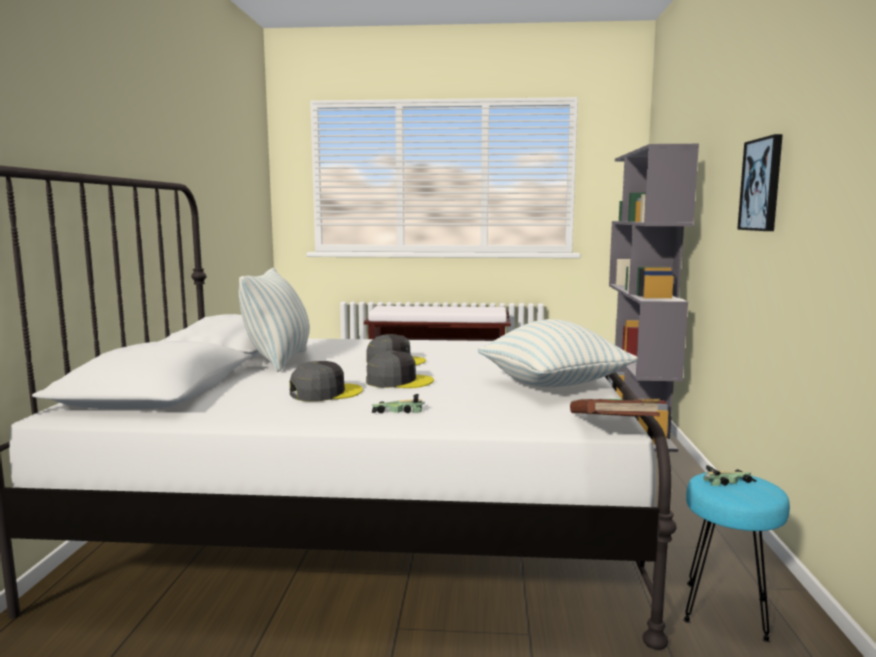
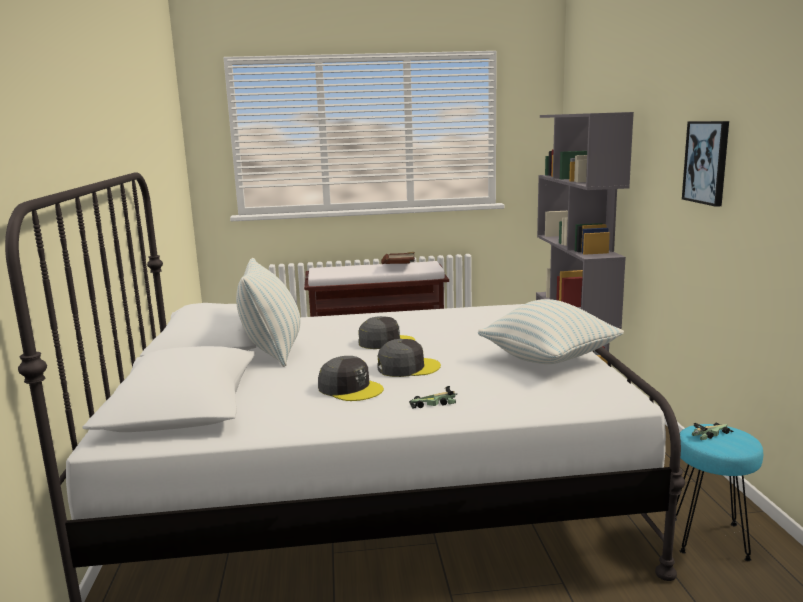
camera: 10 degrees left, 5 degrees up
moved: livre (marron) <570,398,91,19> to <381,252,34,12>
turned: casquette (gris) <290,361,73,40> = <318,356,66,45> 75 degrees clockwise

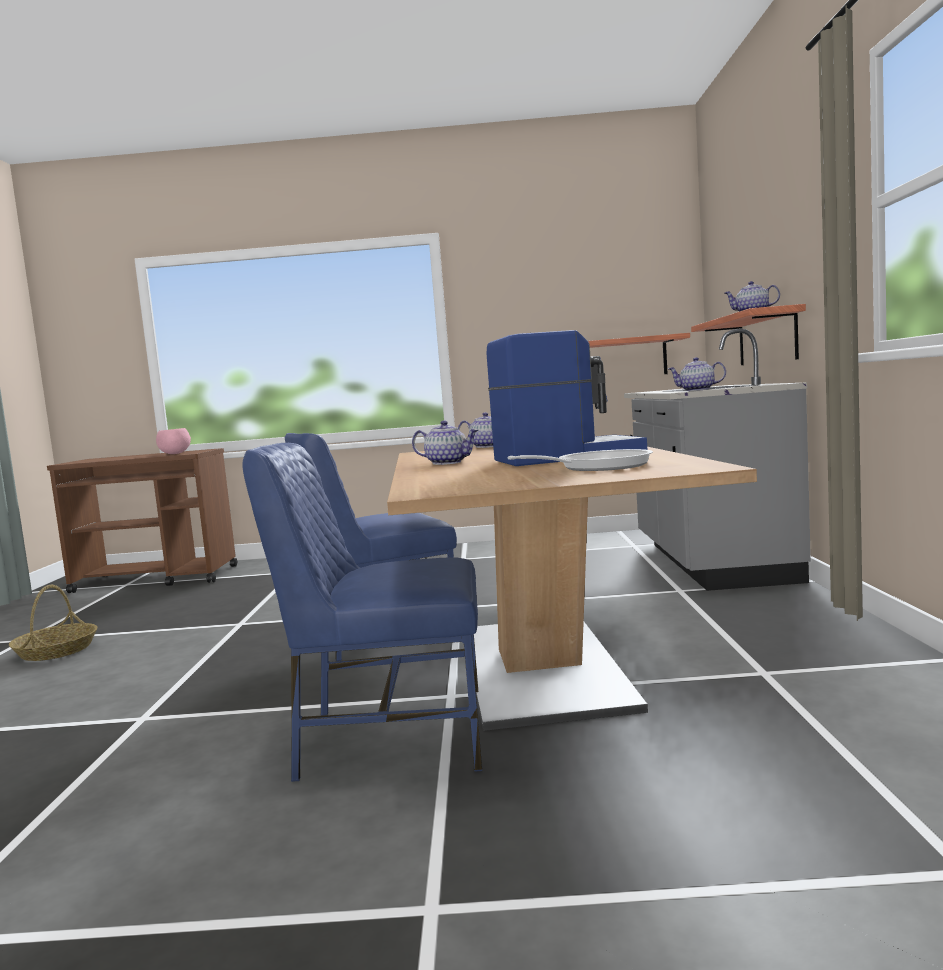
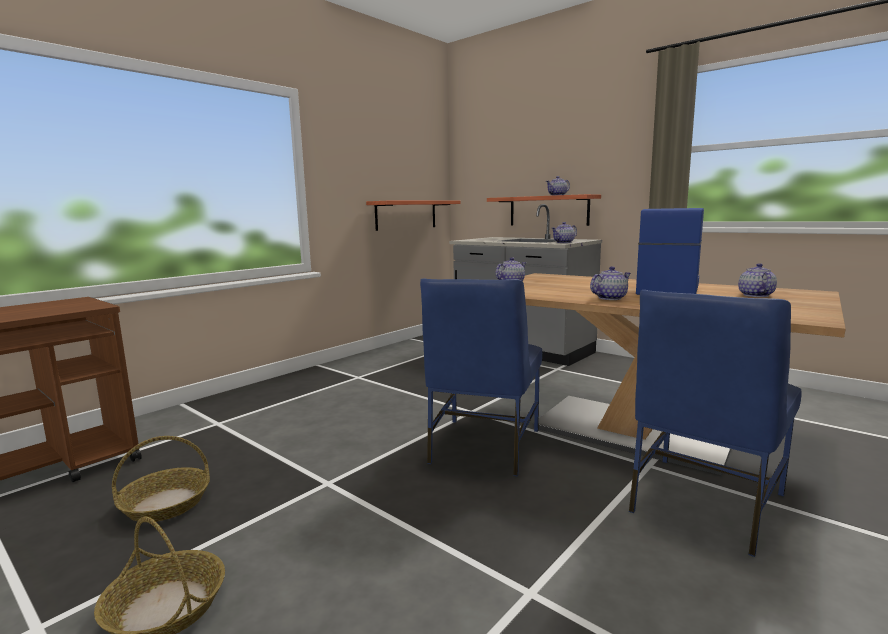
camera: 50 degrees left, 5 degrees up
removed: bol (rose) <156,428,35,26>
added: panier <112,436,98,86>
replaced: poêle <507,449,146,22> to théière <738,263,39,34>

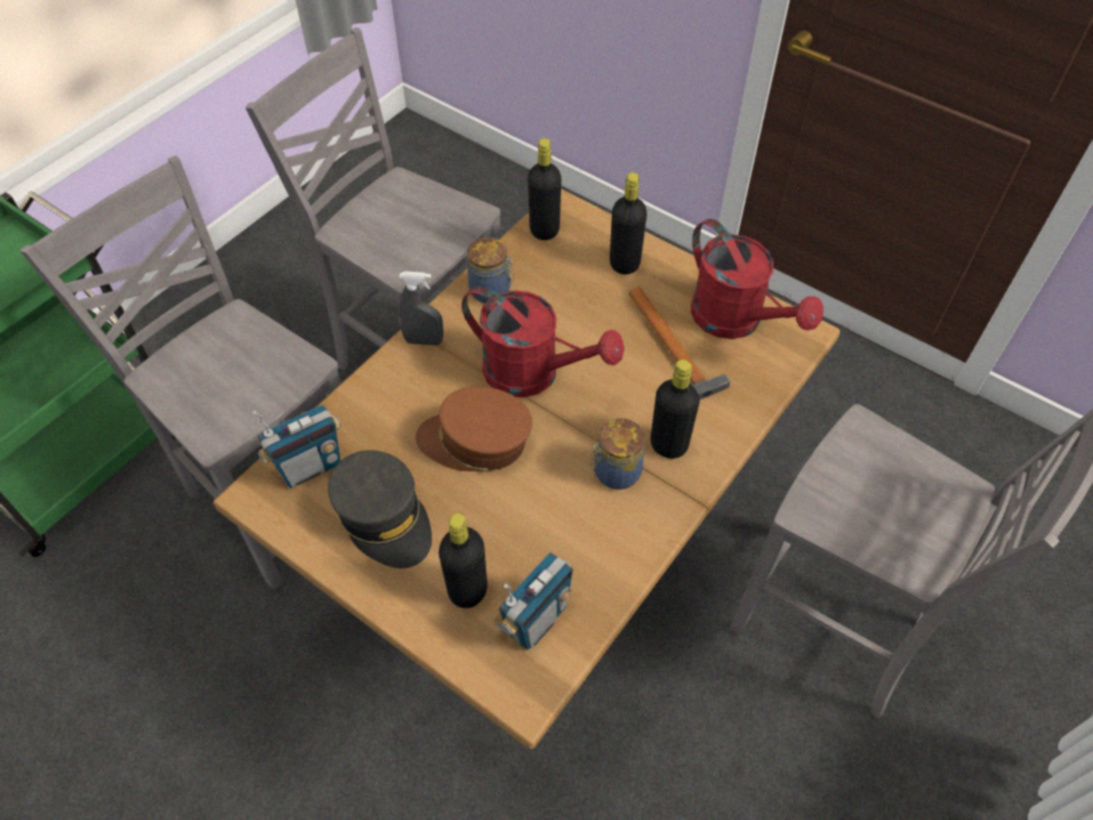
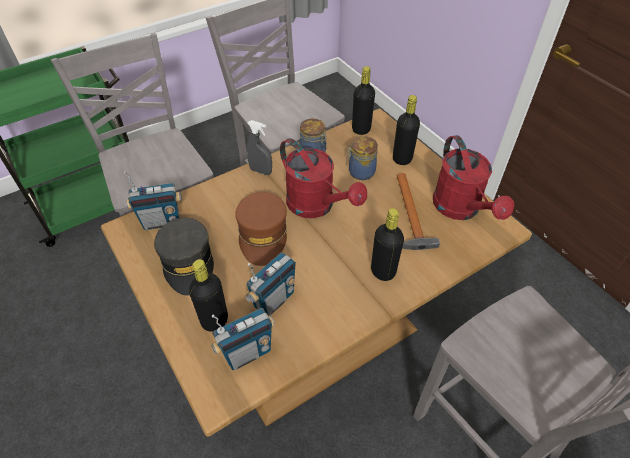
camera: 20 degrees right, 5 degrees down
added: radio <244,252,52,64>
moved: bocal <591,418,54,72> to <346,136,32,44>
turned: casquette (marron) <415,387,117,84> = <235,192,52,74> 120 degrees counterclockwise

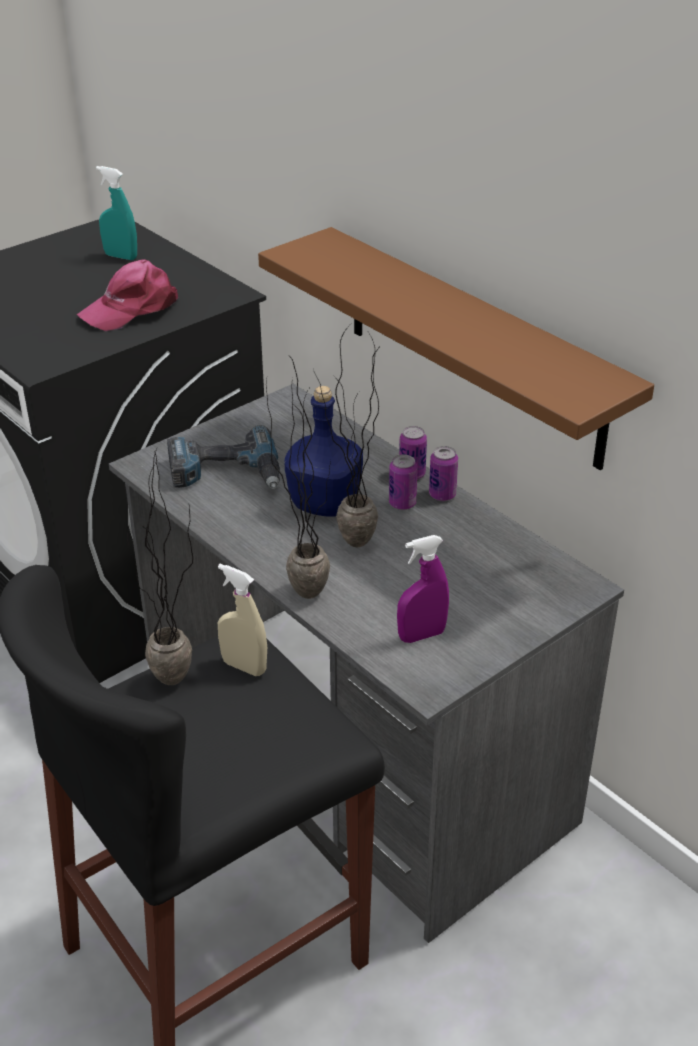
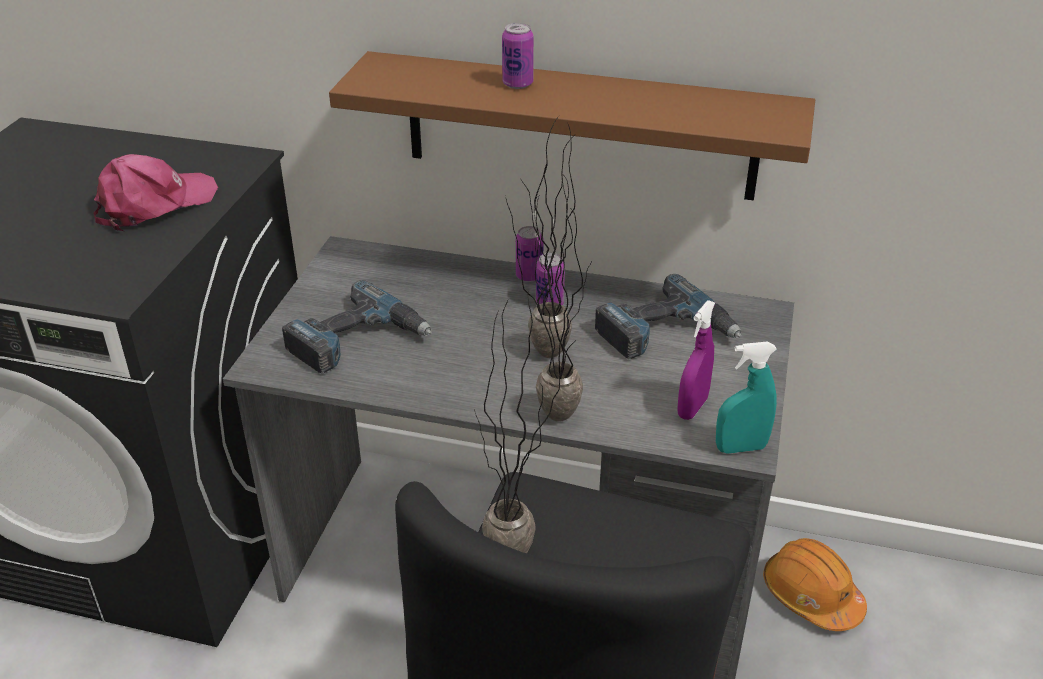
camera: 35 degrees left, 0 degrees up
removed: vaporisateur (beige) <218,564,49,112>; bouteille (bleu) <284,386,79,131>
added: perceuse <595,274,147,85>; casque de chantier (orange) <763,538,104,93>
moved: boîte métallique <429,446,29,55> to <502,23,32,66>; vaporisateur (turquoise) <96,166,41,94> to <716,342,61,112>
turned: casquette (rose) <77,259,101,72> = <94,154,124,77> 150 degrees counterclockwise

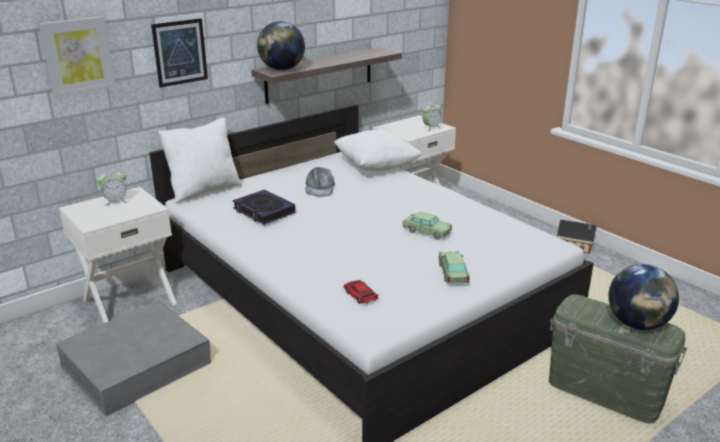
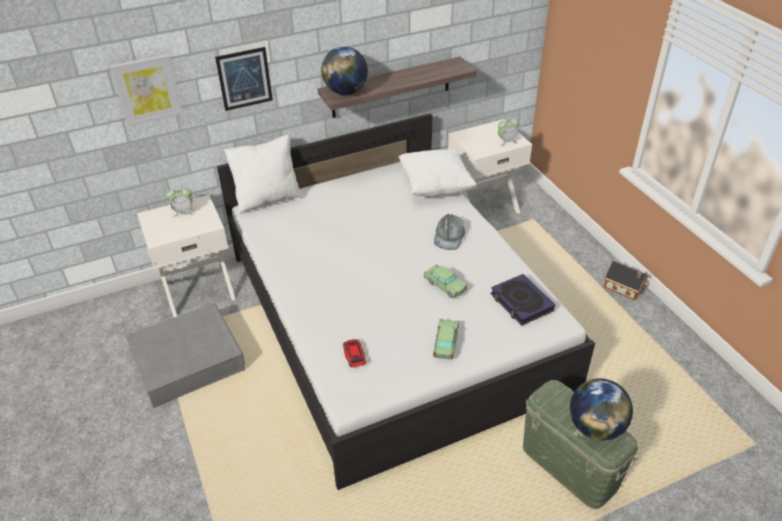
camera: 15 degrees right, 15 degrees up
moved: casquette (gris) <305,167,30,30> to <434,214,31,36>; livre <232,189,64,36> to <490,274,65,52>

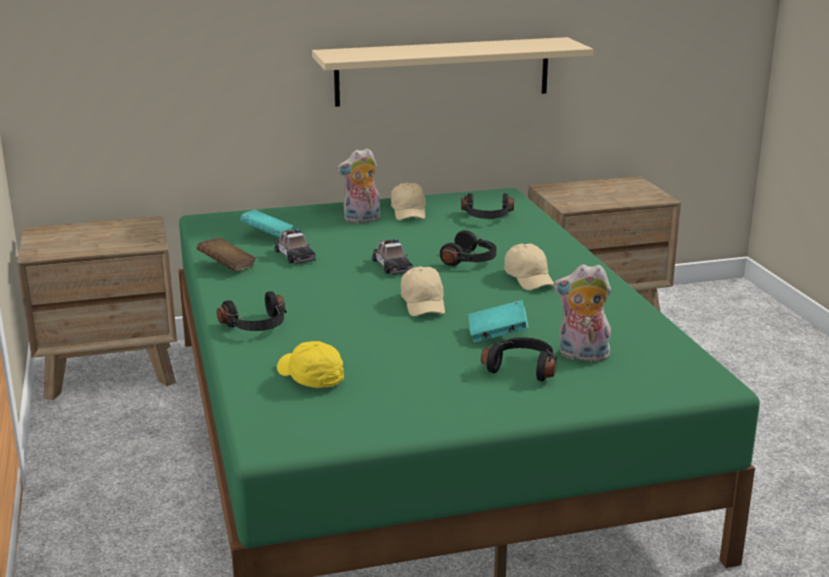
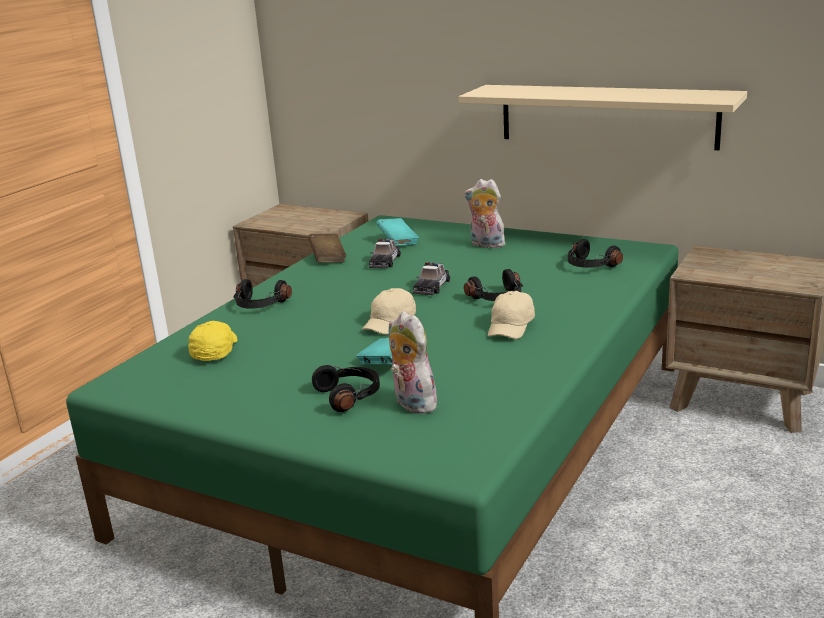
camera: 45 degrees right, 0 degrees up
removed: casquette (beige) <391,182,35,38>

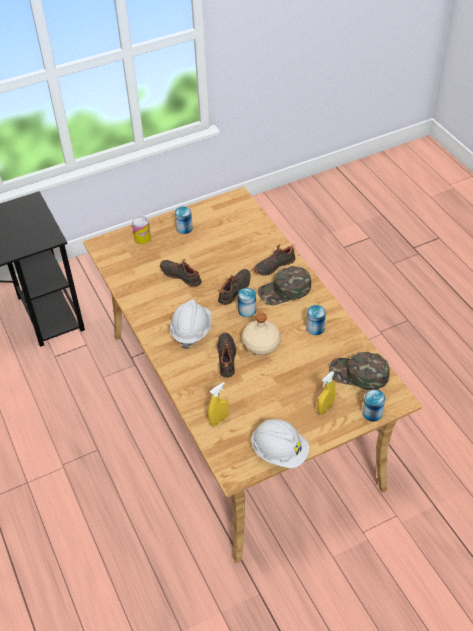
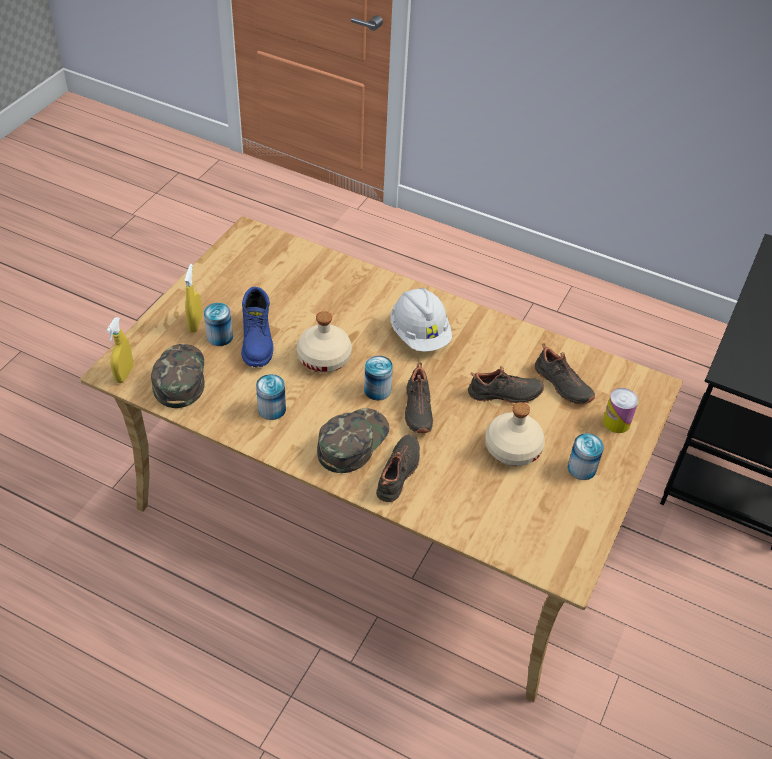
camera: 140 degrees right, 0 degrees up
removed: casque de chantier (blanc) <251,419,59,50>
added: botte (bleu) <241,287,33,80>; bouteille (beige) <485,402,60,64>
moved: vaporisateur (jaune) <208,382,21,44> to <106,317,27,66>; boîte métallique <362,389,23,33> to <204,303,29,43>; chaussure (noir) <218,333,18,45> to <535,343,60,61>
turned: casquette (vert) <329,352,61,38> = <151,344,54,64> 75 degrees counterclockwise

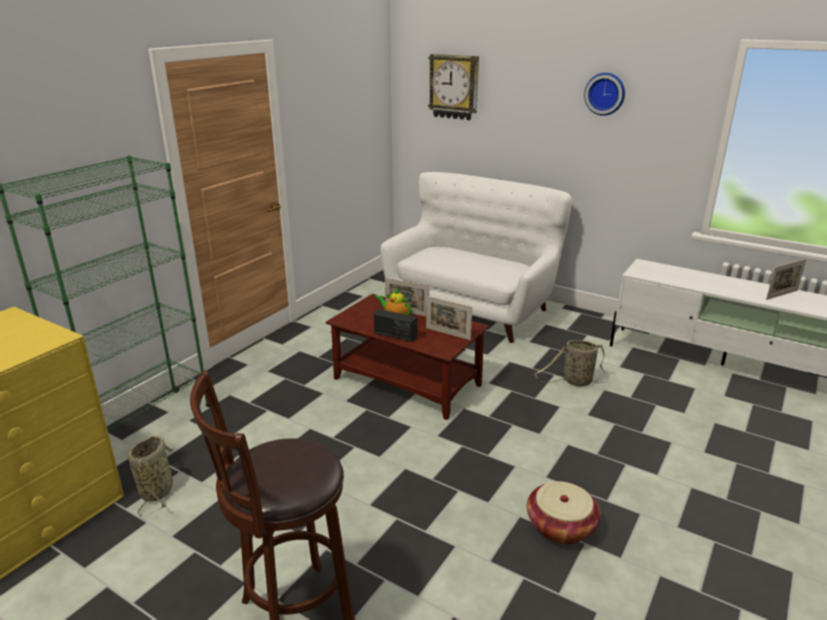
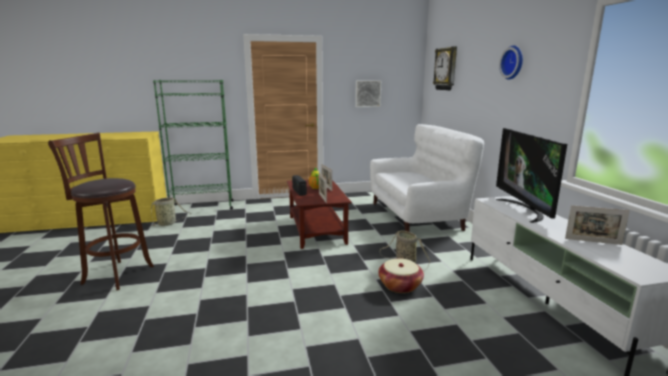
camera: 45 degrees right, 10 degrees down
added: tableau <355,81,26,26>; téléviseur <496,128,71,95>
moved: panier <527,481,74,63> to <378,258,46,35>

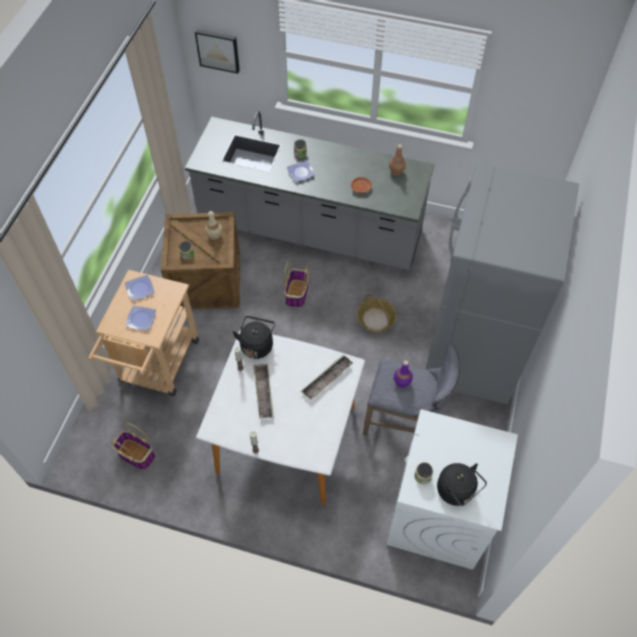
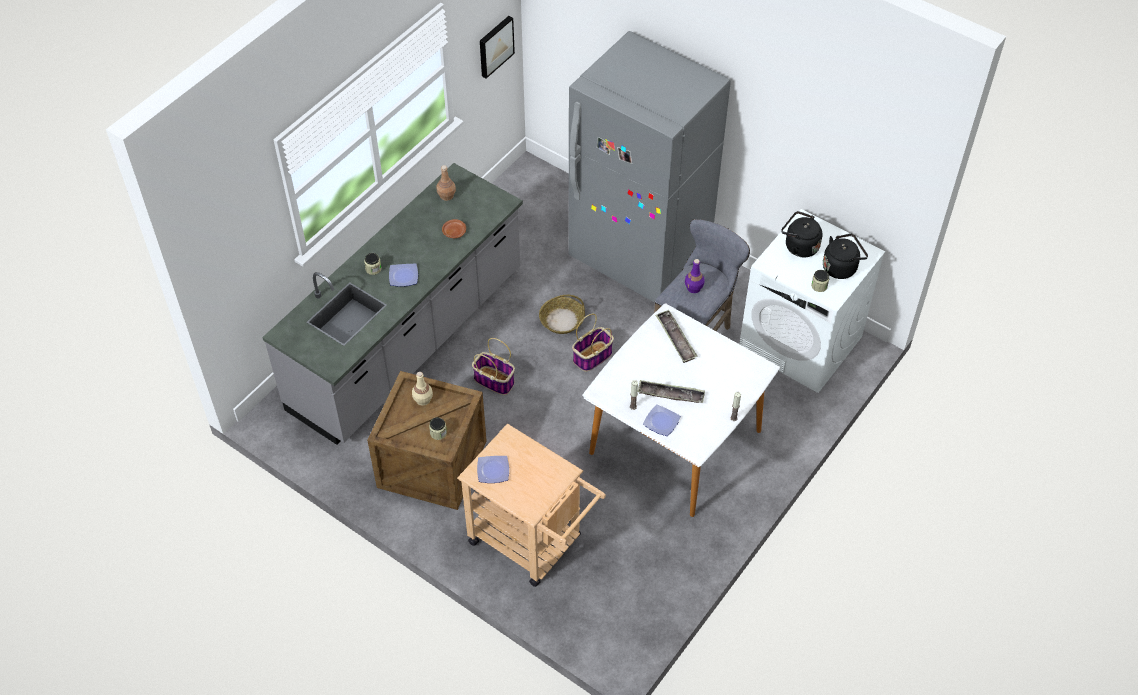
camera: 70 degrees left, 5 degrees down
moved: tableau <195,29,45,45> to <480,16,35,62>; panier <111,423,44,47> to <572,314,42,57>; assiette <125,306,31,24> to <643,404,38,32>; bouilloire (noir) <232,316,43,43> to <781,211,42,47>

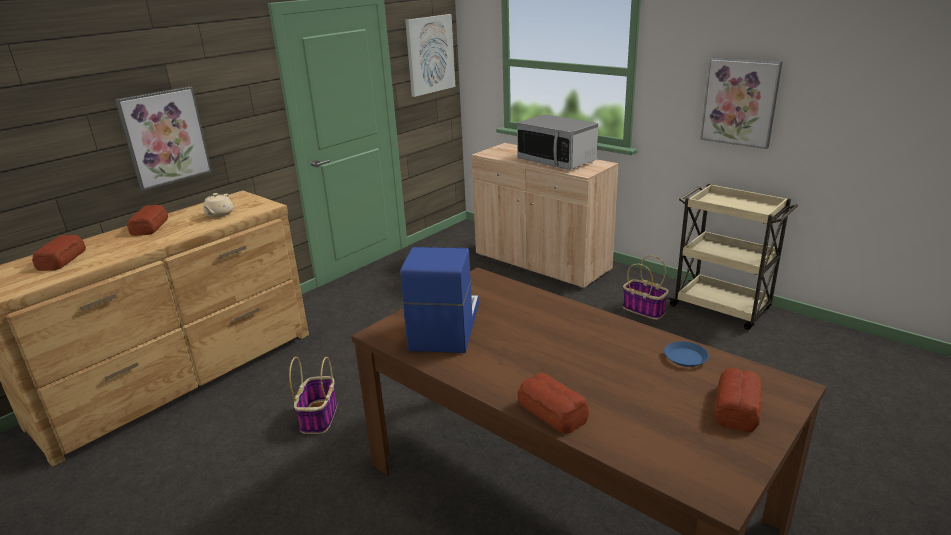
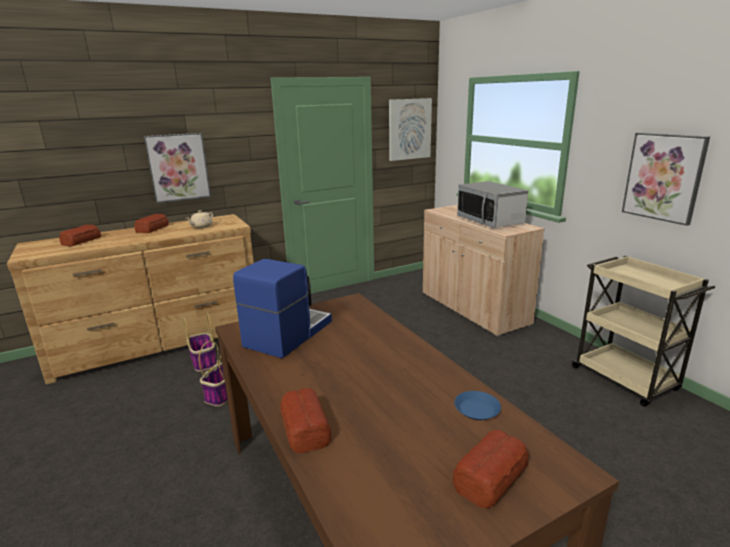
camera: 20 degrees right, 5 degrees down
moved: panier <623,255,46,65> to <183,313,34,59>

